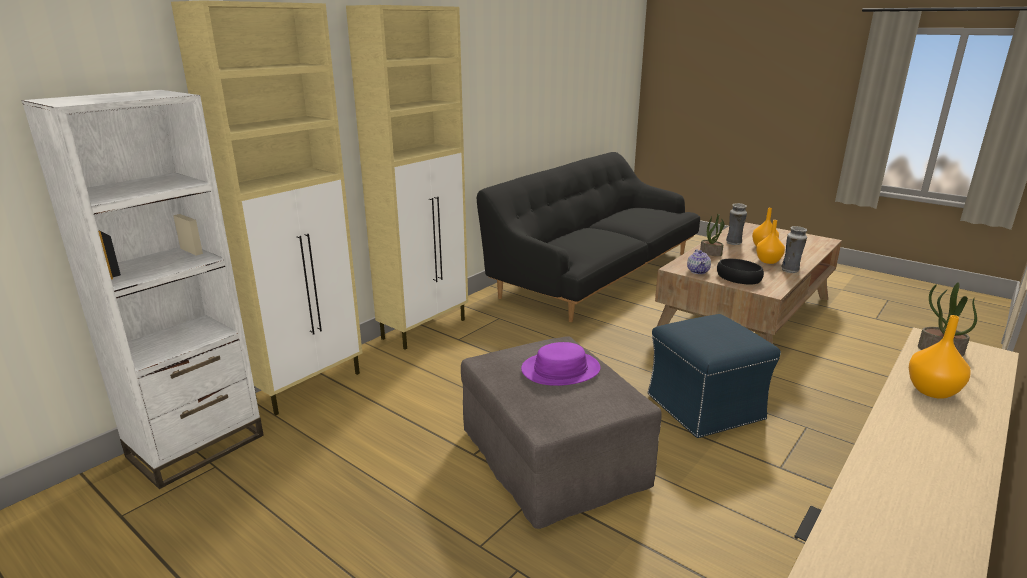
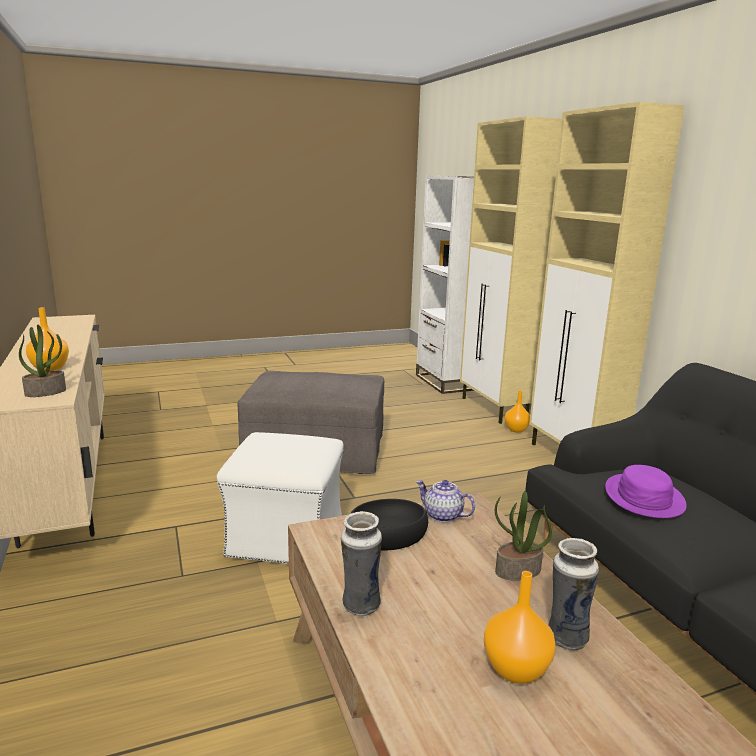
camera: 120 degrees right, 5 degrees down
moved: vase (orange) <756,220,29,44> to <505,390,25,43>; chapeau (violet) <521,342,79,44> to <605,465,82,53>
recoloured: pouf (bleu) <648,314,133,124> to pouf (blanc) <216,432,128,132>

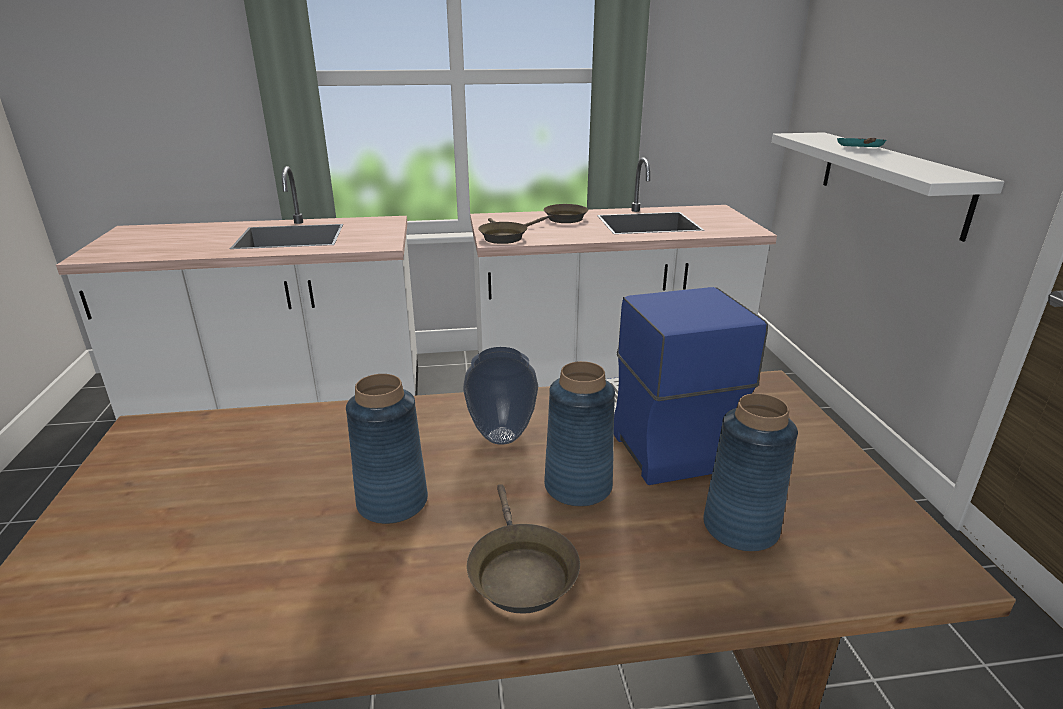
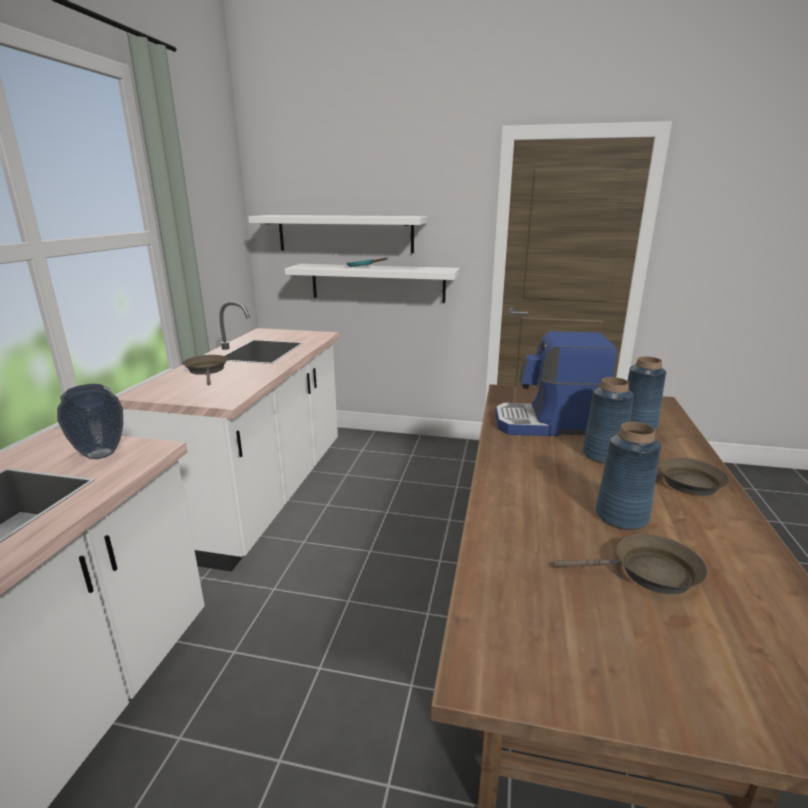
camera: 70 degrees left, 5 degrees down
added: étagère (blanc) <248,215,179,38>
moved: vase <463,347,75,98> to <57,384,66,75>; poêle (marron) <478,218,49,26> to <553,534,154,60>

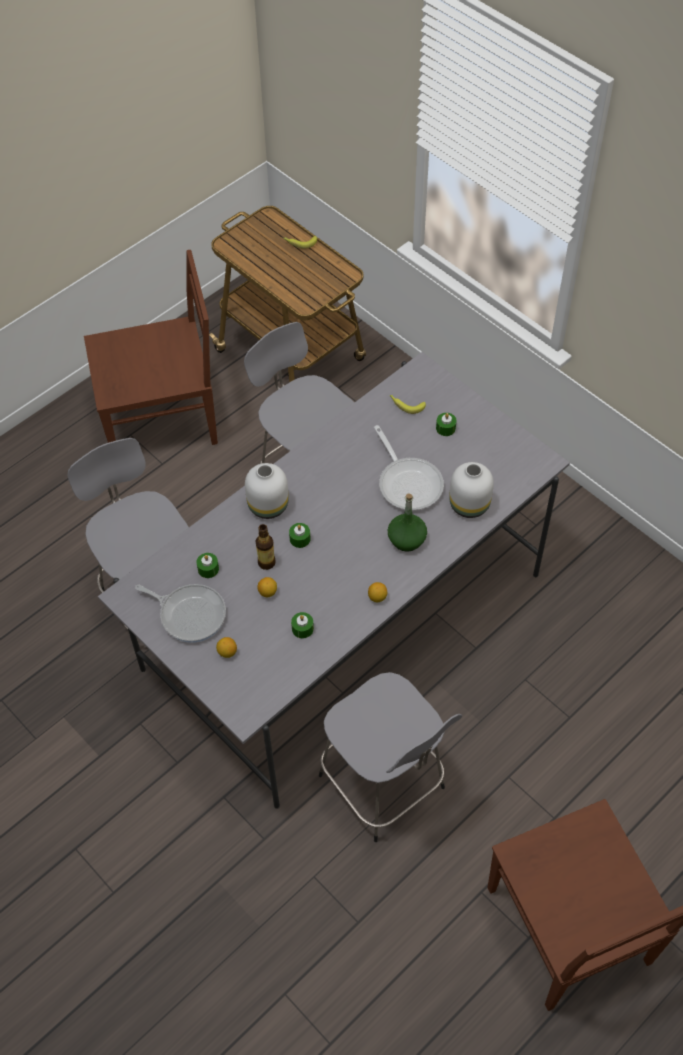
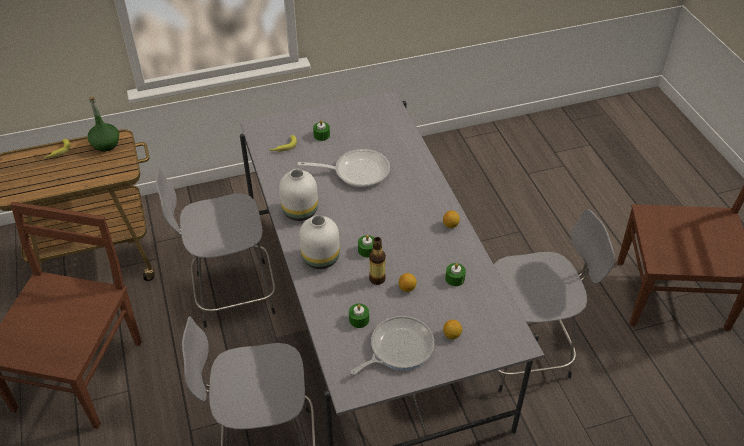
camera: 65 degrees left, 10 degrees down
moved: bouteille (vert) <388,493,39,58> to <87,97,32,55>; vase (blanc) <449,462,45,56> to <279,169,39,52>

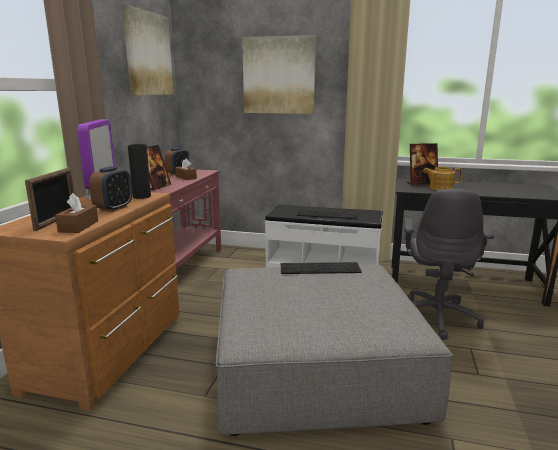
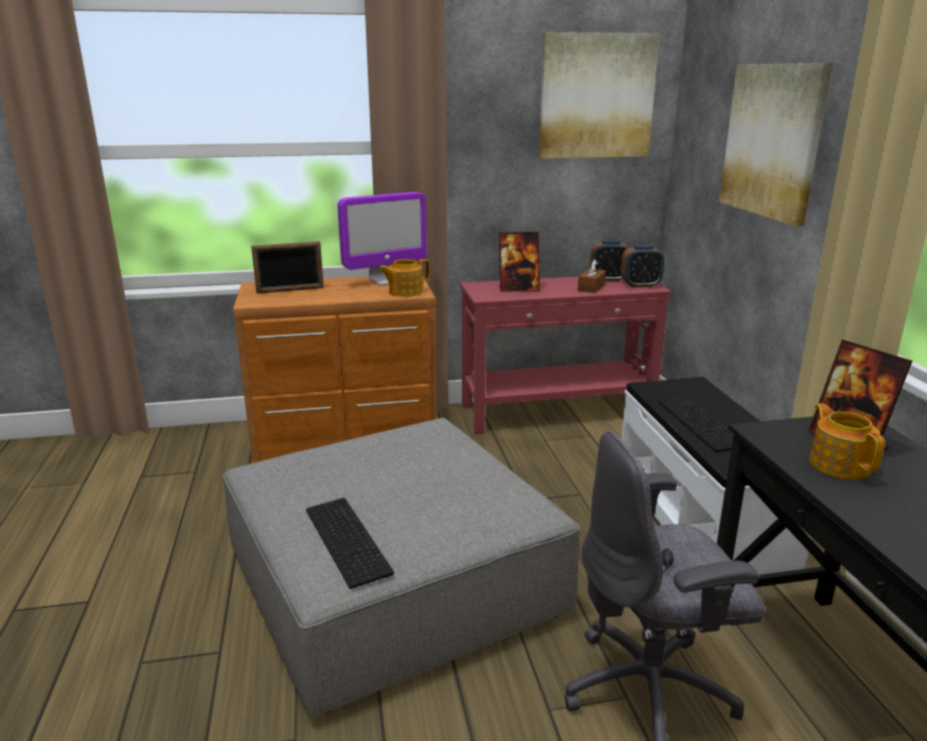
camera: 65 degrees right, 5 degrees up
removed: boîte à mouchoirs (marron) <55,193,43,40>
moved: clavier <281,262,81,12> to <306,498,88,91>; réveil <89,166,43,46> to <621,245,43,43>
replaced: vase (noir) <128,144,23,55> to théière <379,259,51,38>

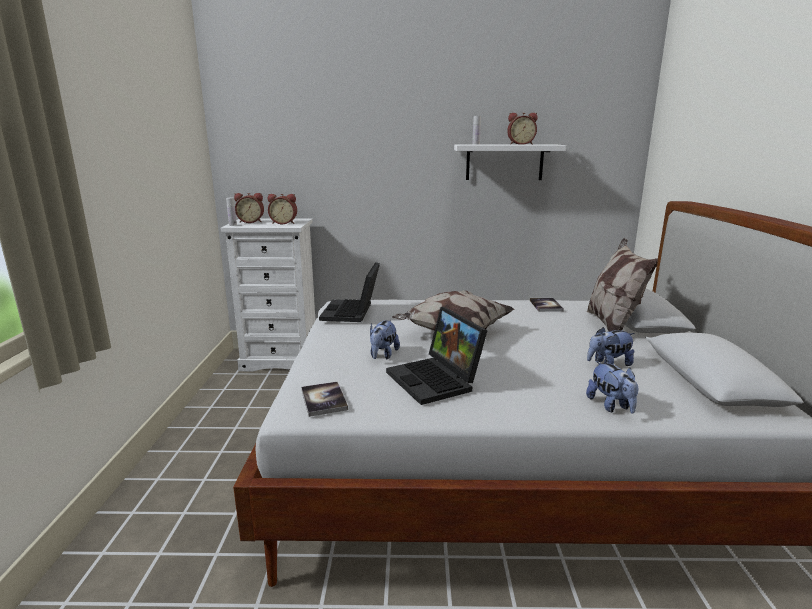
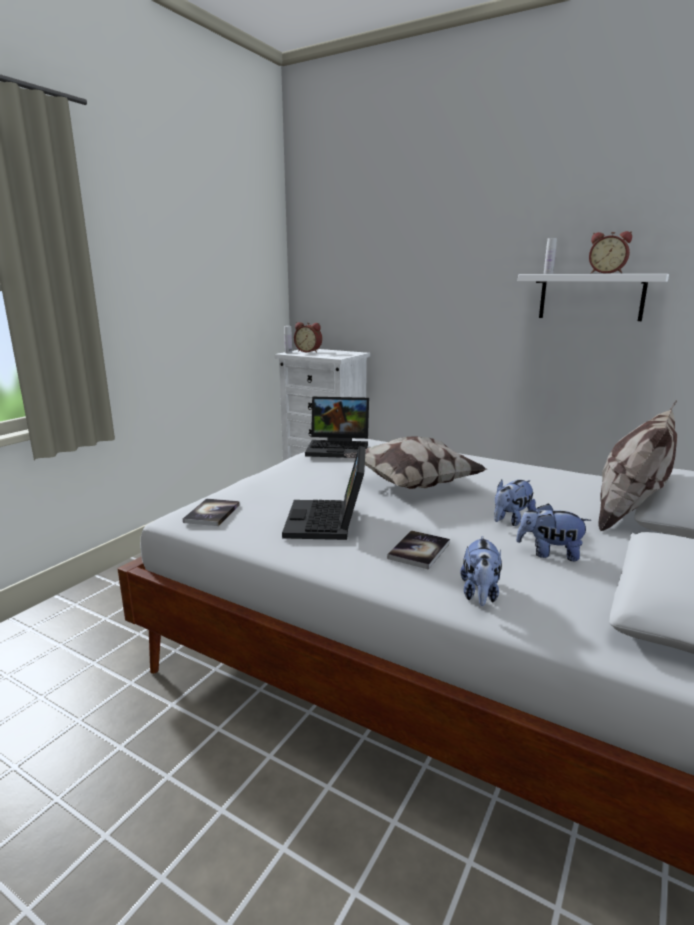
camera: 30 degrees right, 0 degrees up
removed: réveil <268,194,29,30>
moved: livre <530,298,34,14> to <387,530,63,40>; peluche <370,319,30,40> to <494,479,42,47>
turned: ordinateur portable <319,262,61,60> = <305,397,64,61> 120 degrees counterclockwise

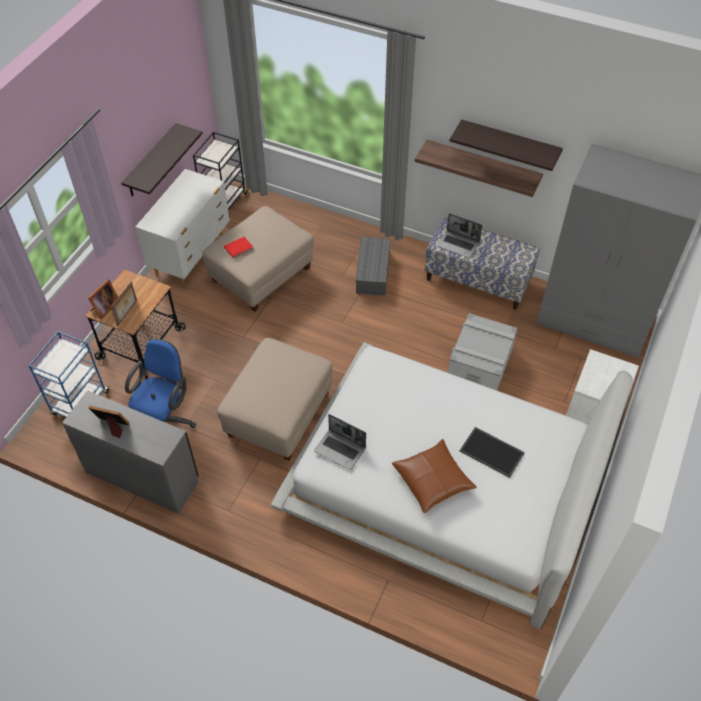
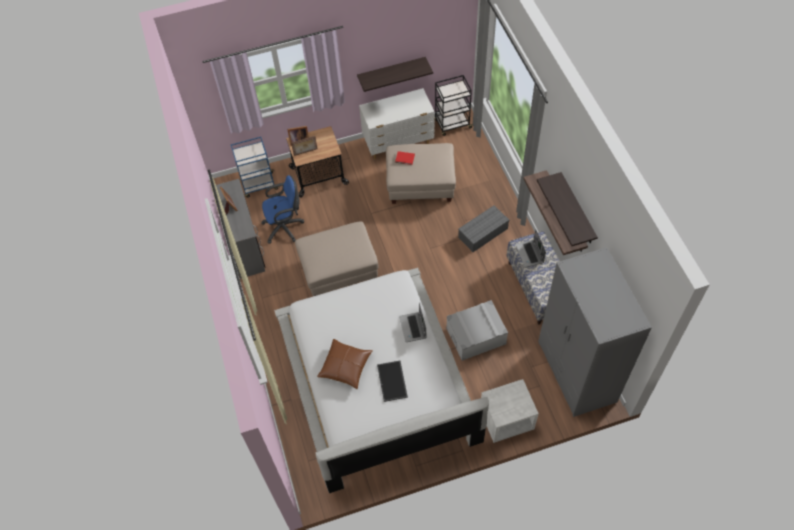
camera: 50 degrees right, 5 degrees up
moved: ordinateur portable <314,414,52,56> to <399,303,27,39>

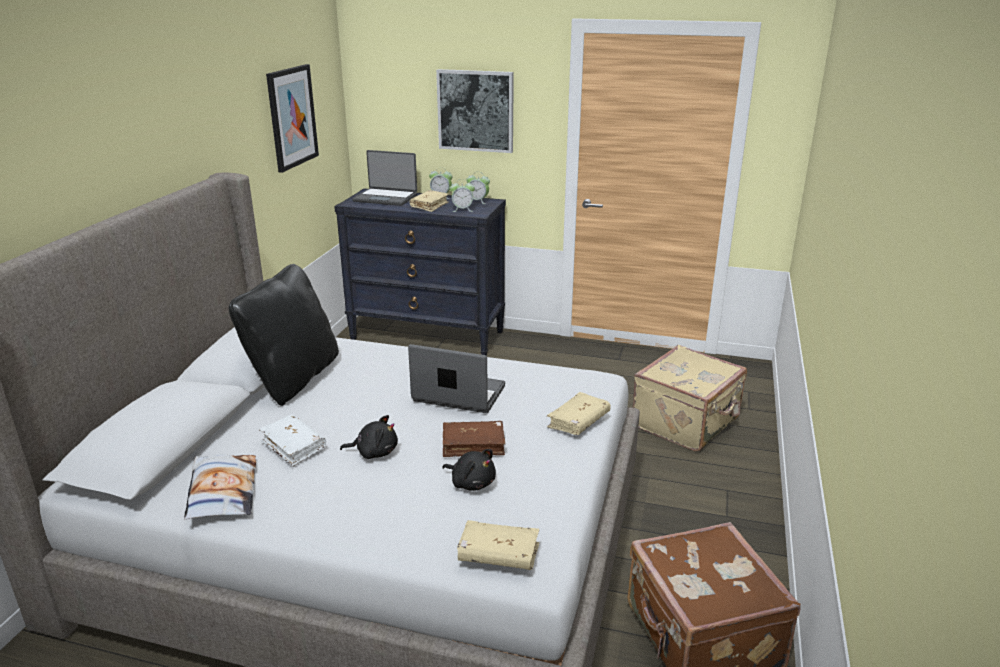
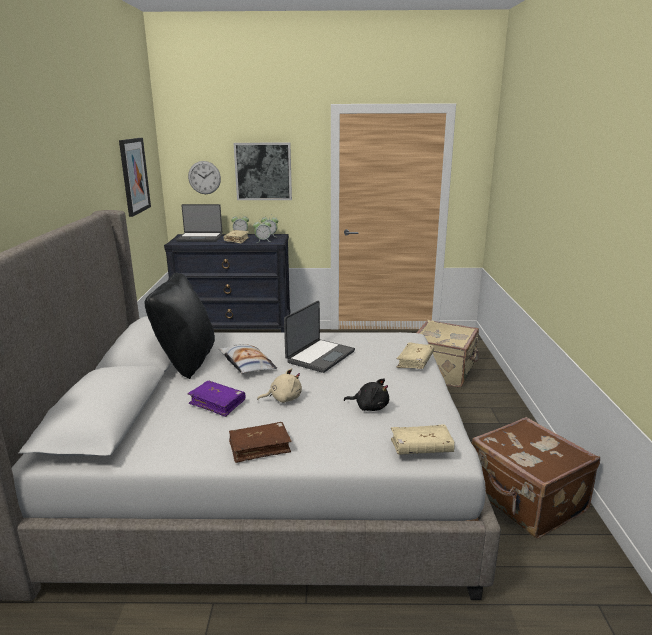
camera: 15 degrees left, 5 degrees down
added: horloge murale <188,161,33,33>
moved: coussin <184,454,72,66> to <219,344,58,30>; livre (marron) <443,421,62,36> to <229,422,62,41>
recoloured: livre (blanc) <259,415,67,52> to livre (violet) <188,381,58,36>; peluche (noir) <340,415,58,44> to peluche (beige) <257,368,45,35>
turned: ordinateur portable <408,344,97,69> = <284,301,71,72> 120 degrees clockwise

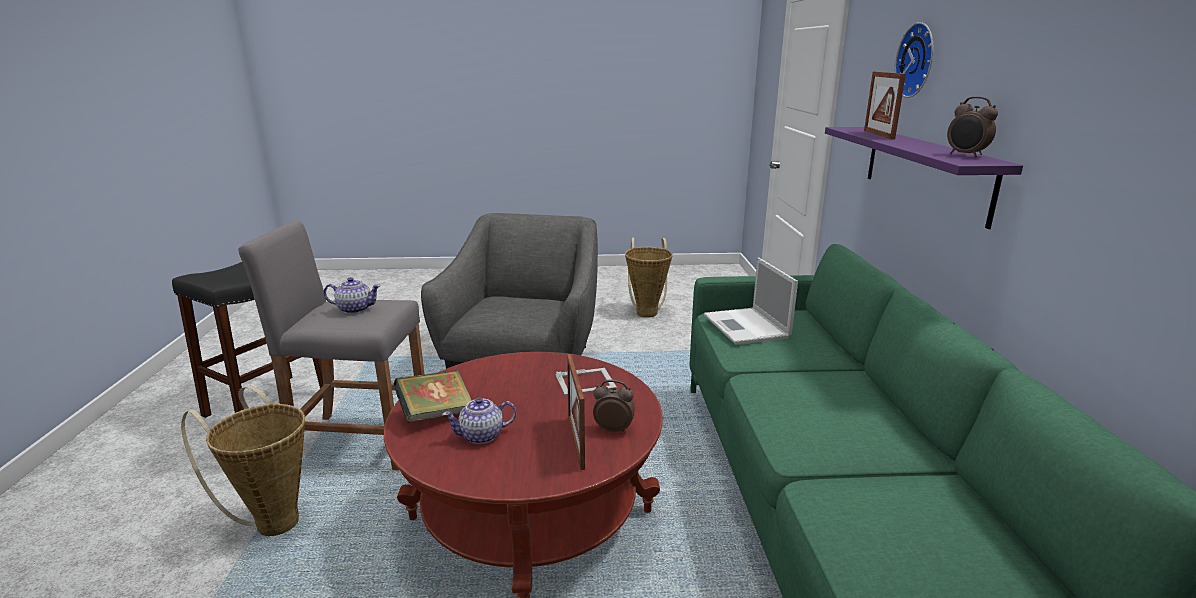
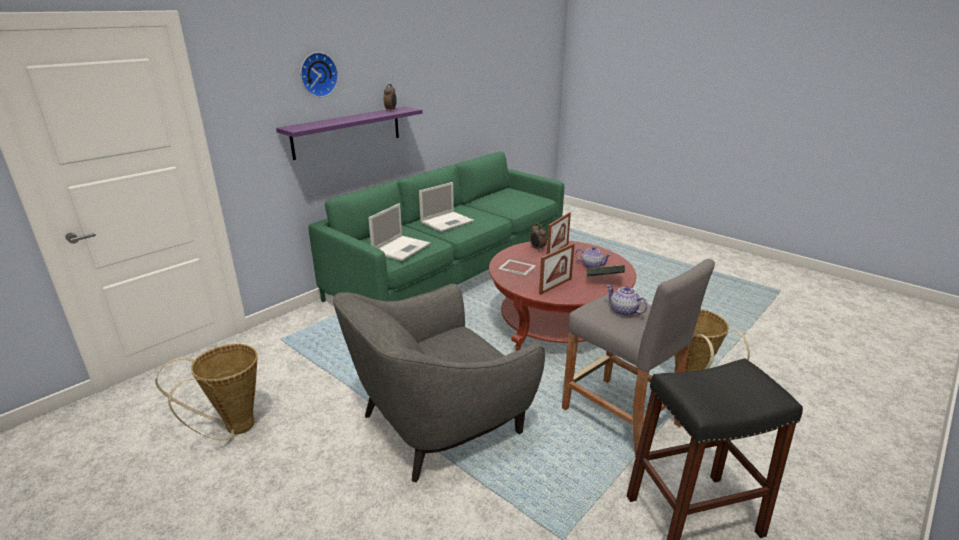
camera: 135 degrees left, 5 degrees up
added: ordinateur portable <419,182,55,50>
moved: cadre photo <864,71,42,68> to <539,243,35,52>

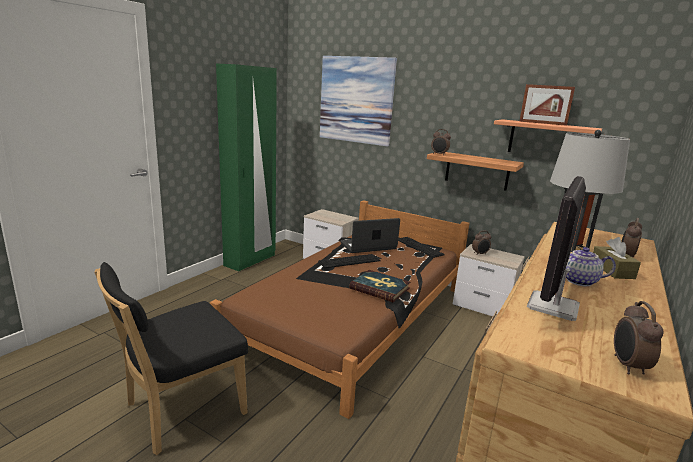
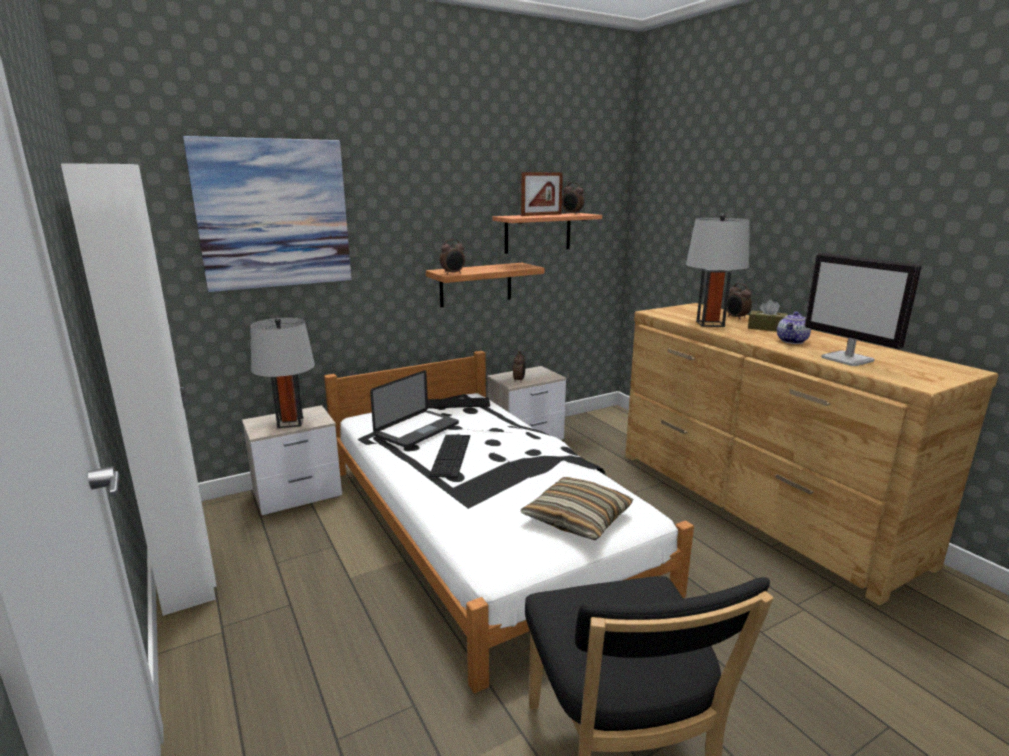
camera: 60 degrees left, 0 degrees up
removed: livre <349,270,61,33>
added: lampe de table (gris) <250,318,65,110>; coussin <520,477,114,63>
moved: réveil <614,301,50,74> to <562,182,22,32>
recoloured: armoire (vert) <216,63,61,208> to armoire (blanc) <61,163,156,453>; lit (marron) <210,200,260,219> to lit (blanc) <324,351,370,342>
turned: ordinateur portable <341,218,59,35> = <370,370,89,78> 150 degrees counterclockwise

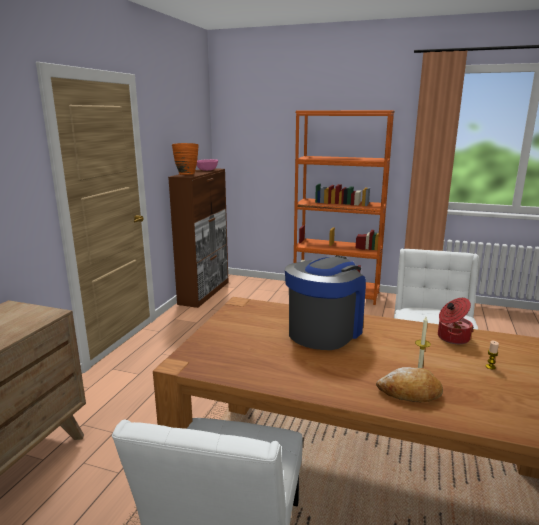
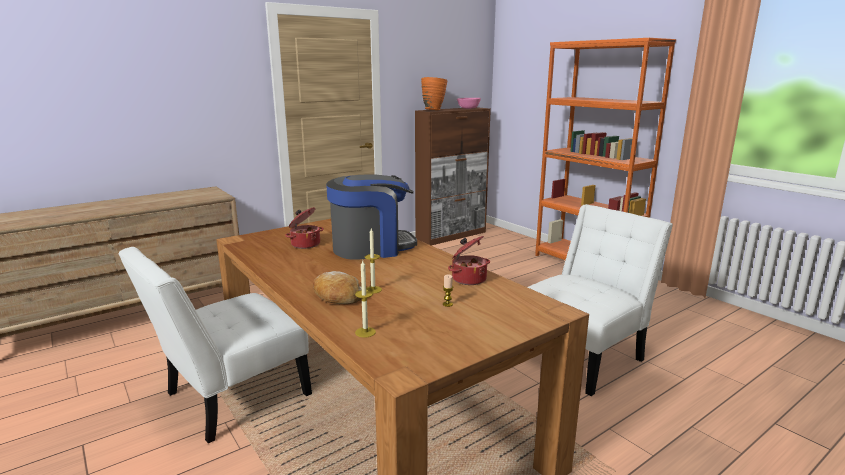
camera: 35 degrees right, 0 degrees up
added: marmite <285,207,39,42>; bougie <355,261,21,77>

